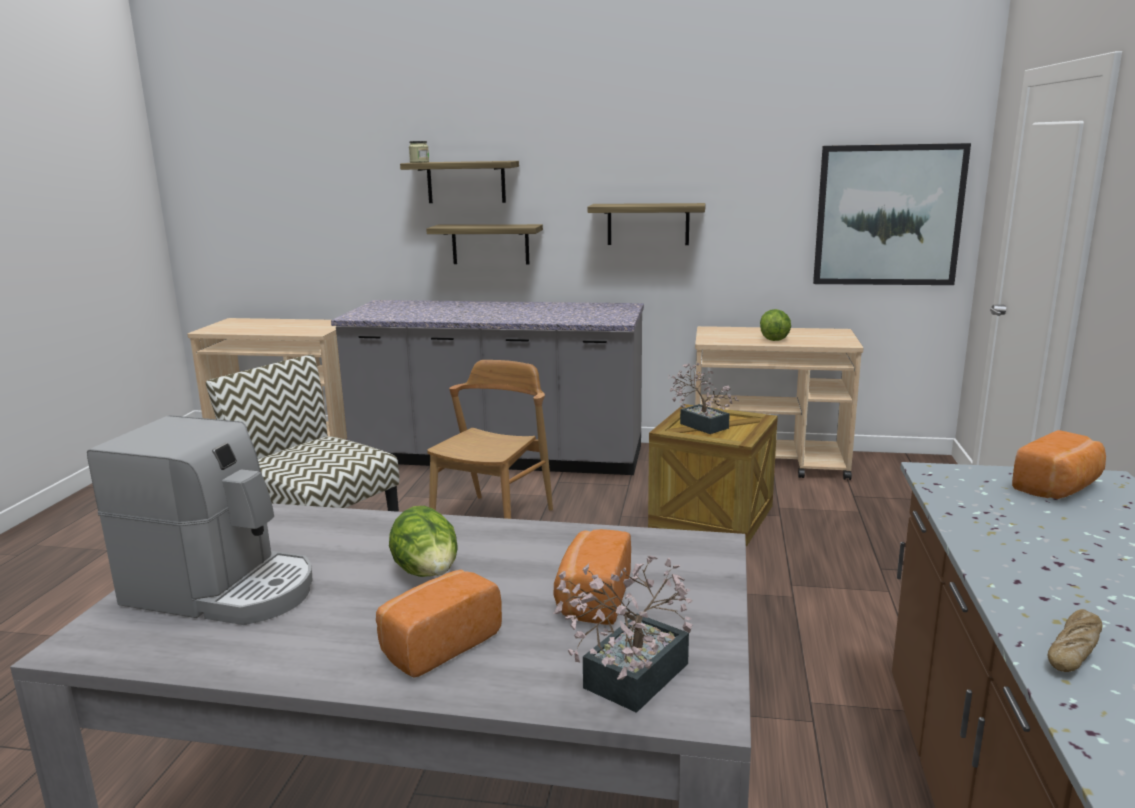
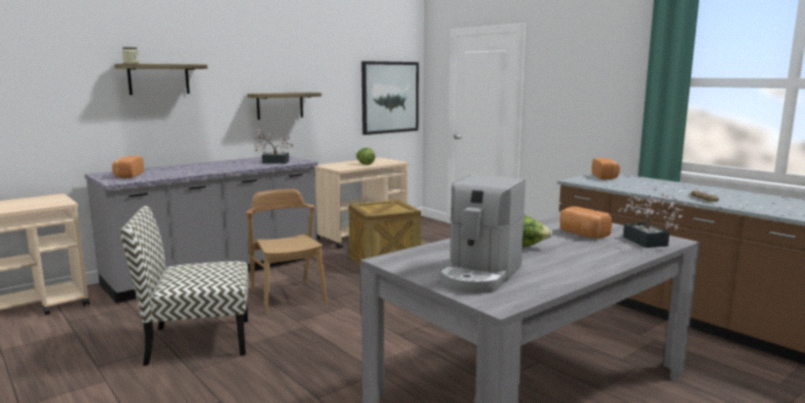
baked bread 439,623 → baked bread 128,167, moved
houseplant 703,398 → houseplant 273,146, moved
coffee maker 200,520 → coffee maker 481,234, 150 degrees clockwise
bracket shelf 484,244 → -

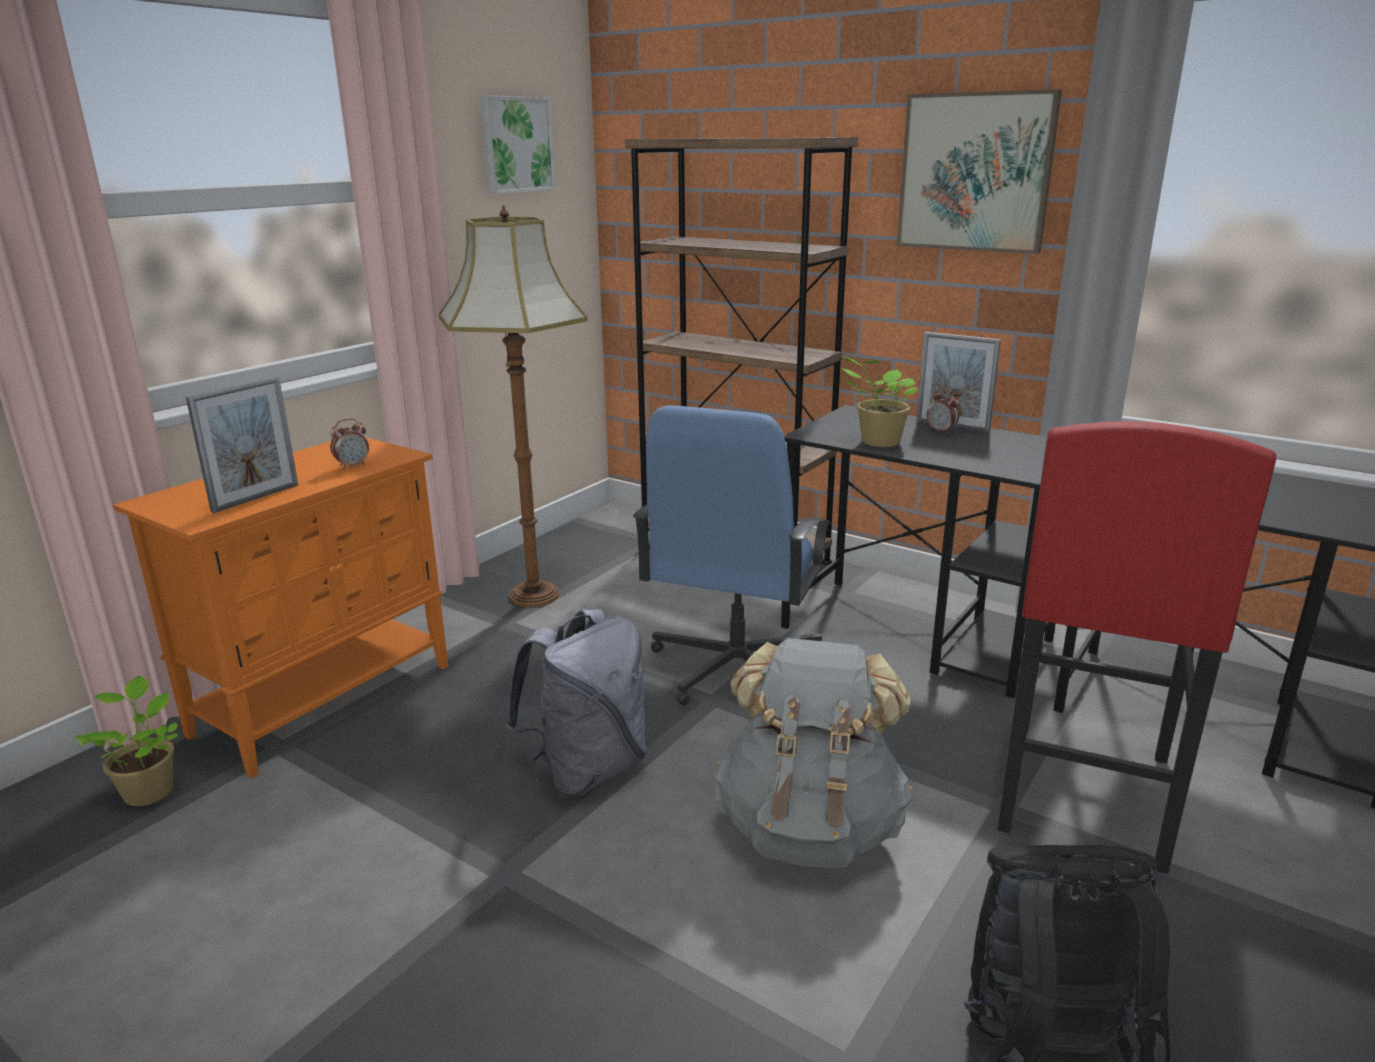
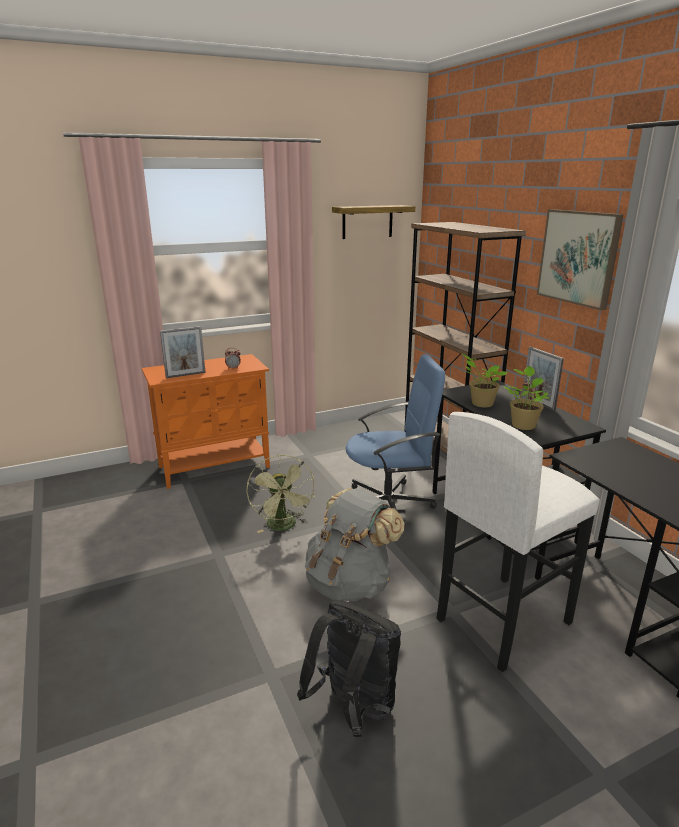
grey knapsack 576,703 → greenish electric fan 280,494
wall picture 517,144 → bracket shelf 373,222
bluish desk chair 732,556 → bluish desk chair 395,432, 150 degrees counterclockwise
reddish stool seat 1137,647 → whitish stool seat 518,542
houseplant 126,740 → houseplant 526,398, moved
floor lamp 513,405 → -

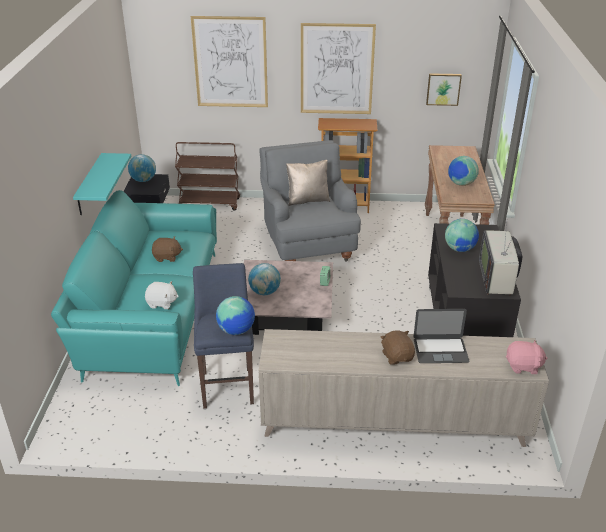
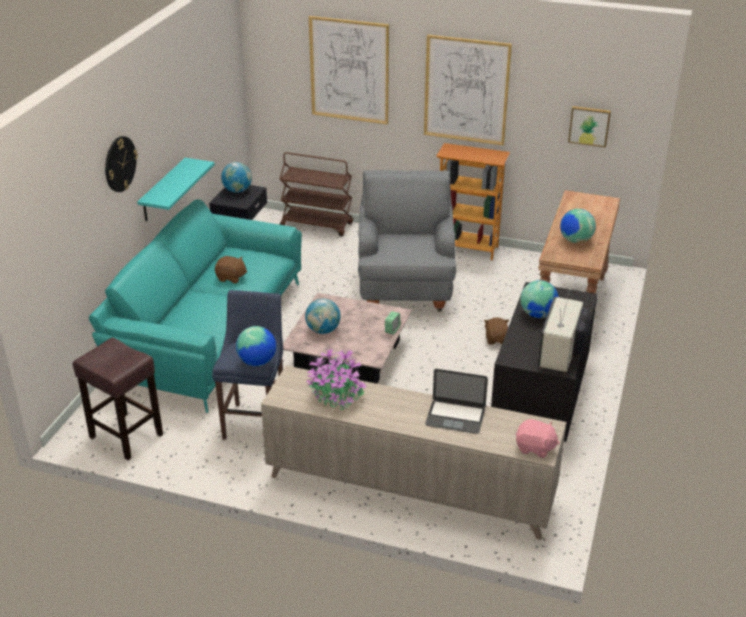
- → brown stool seat 118,398
- → wall clock 121,164
- → houseplant 336,378
brown cuddly toy 398,347 → brown cuddly toy 496,331, moved
whitish cuddly toy 162,295 → -
beige-coloured pillow 308,183 → -

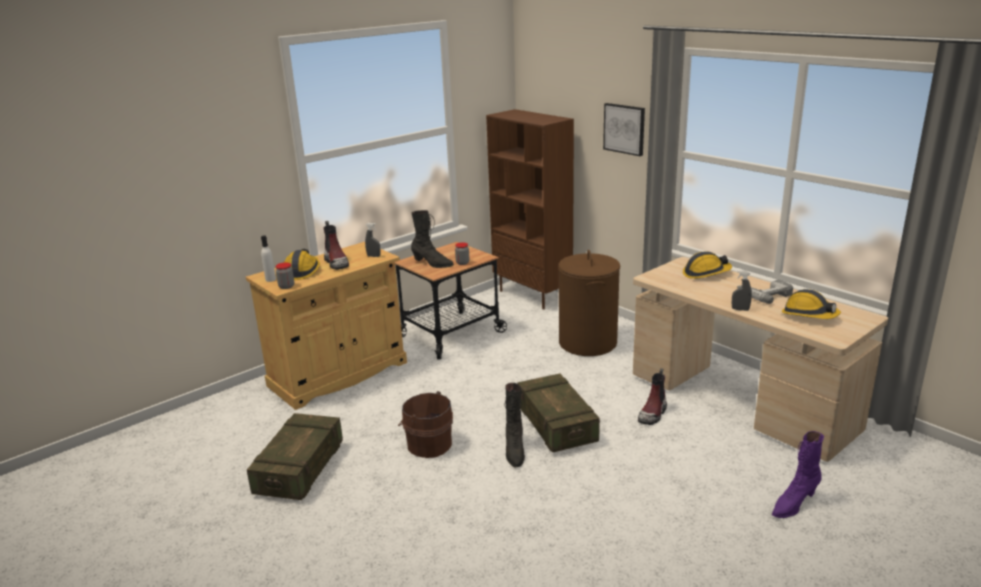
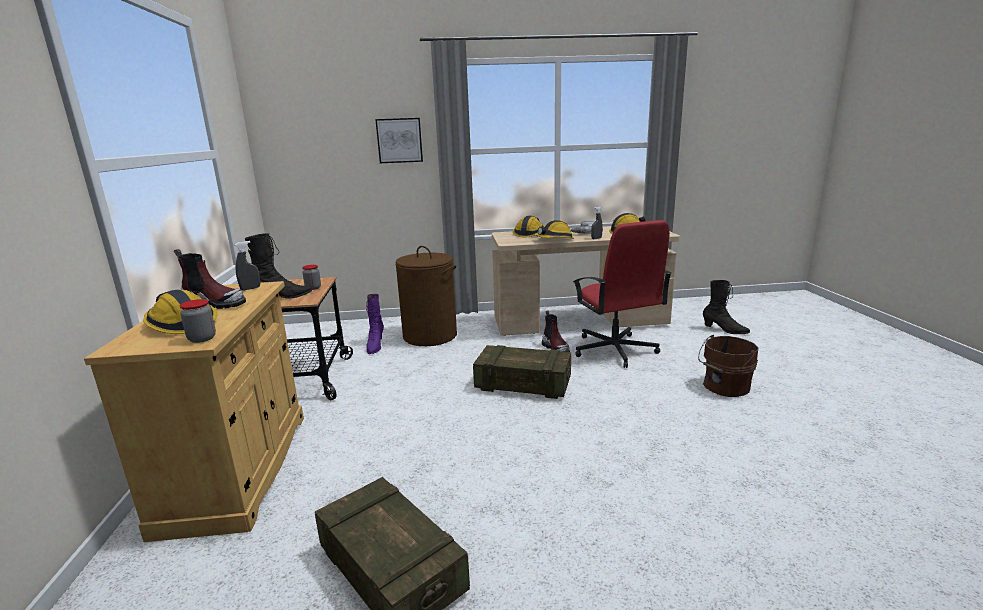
purple boot 798,474 → purple boot 375,324, moved
- → hard hat 554,229
- → reddish desk chair 622,294
brown pail 425,424 → brown pail 728,366, moved
blackish boot 514,425 → blackish boot 726,307, moved
whitish beverage bottle 268,258 → -
brown shelving unit 530,209 → -

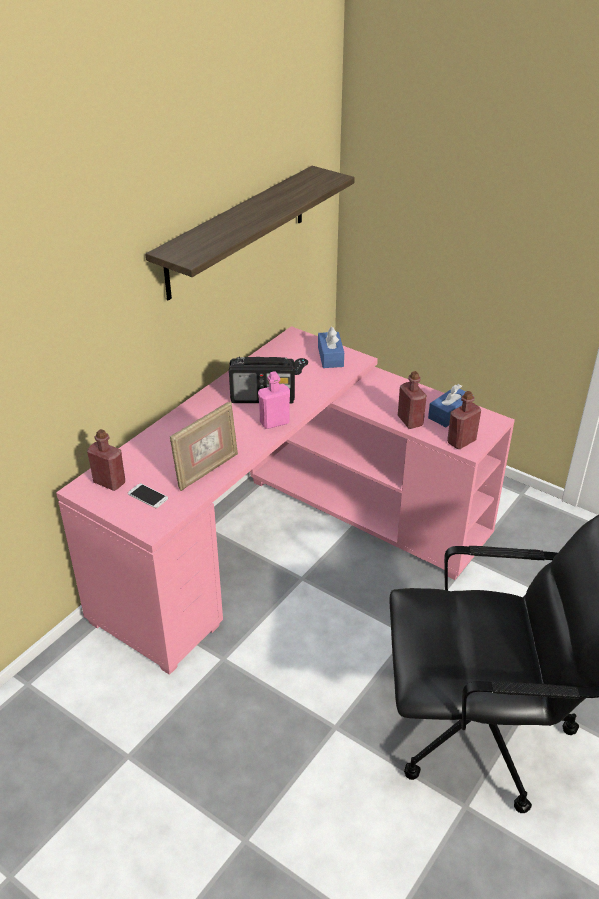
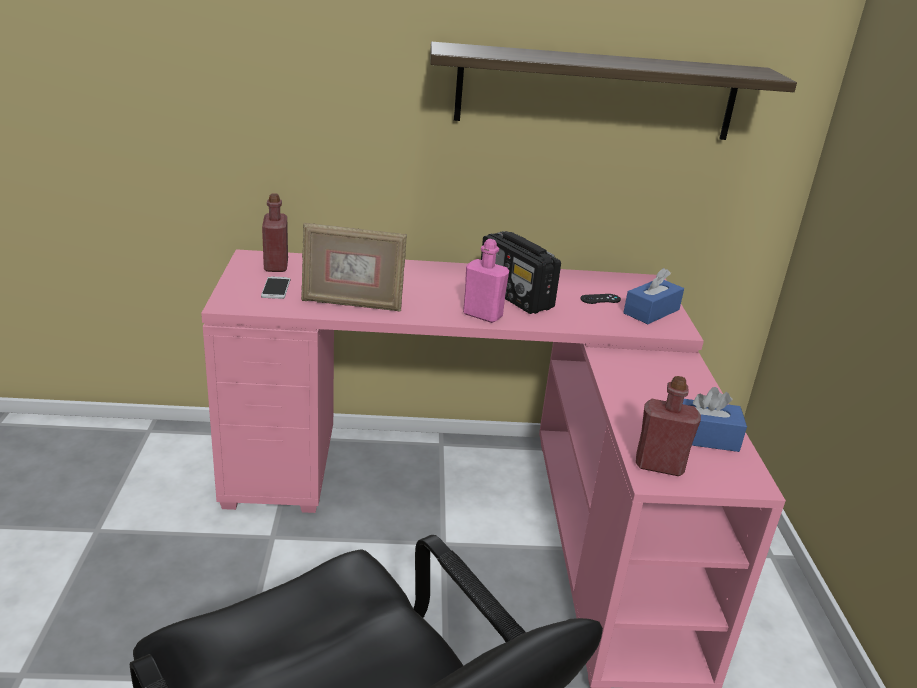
reddish beverage bottle 412,400 → -

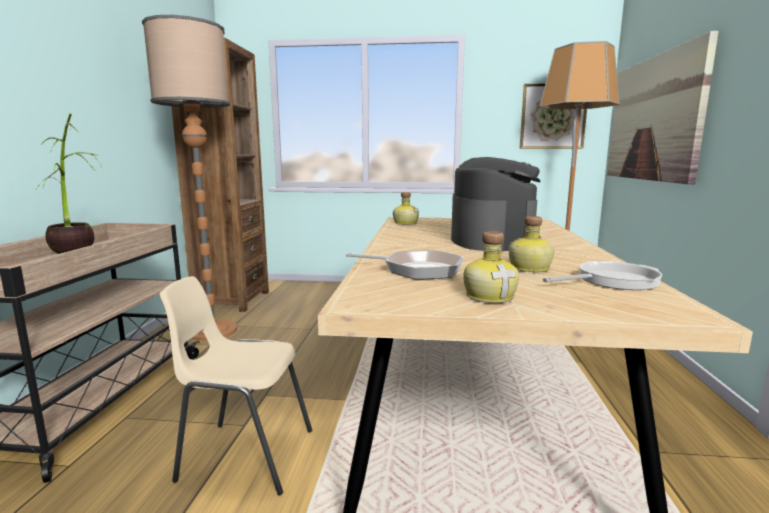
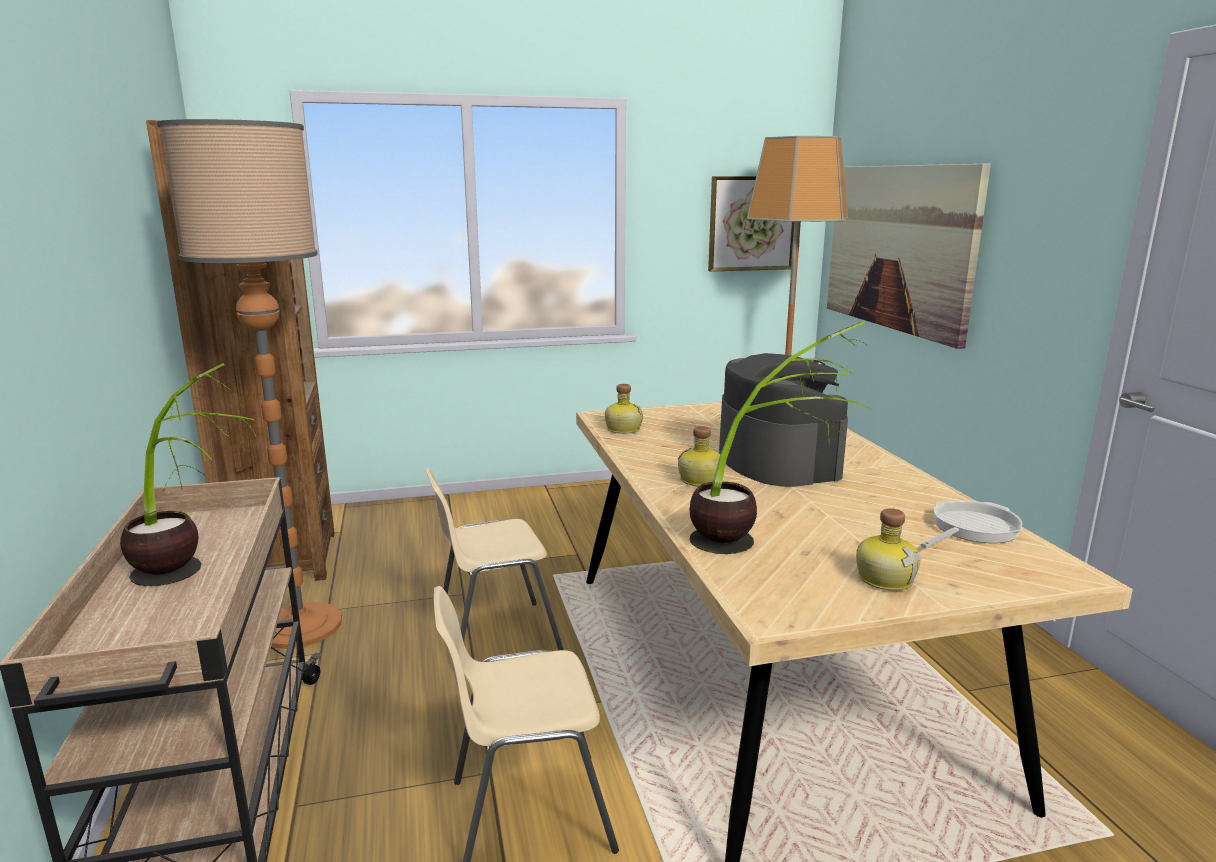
- → beige-coloured upright chair 494,569
beverage bottle 531,244 → beverage bottle 699,456, moved
frying pan 405,265 → houseplant 781,437

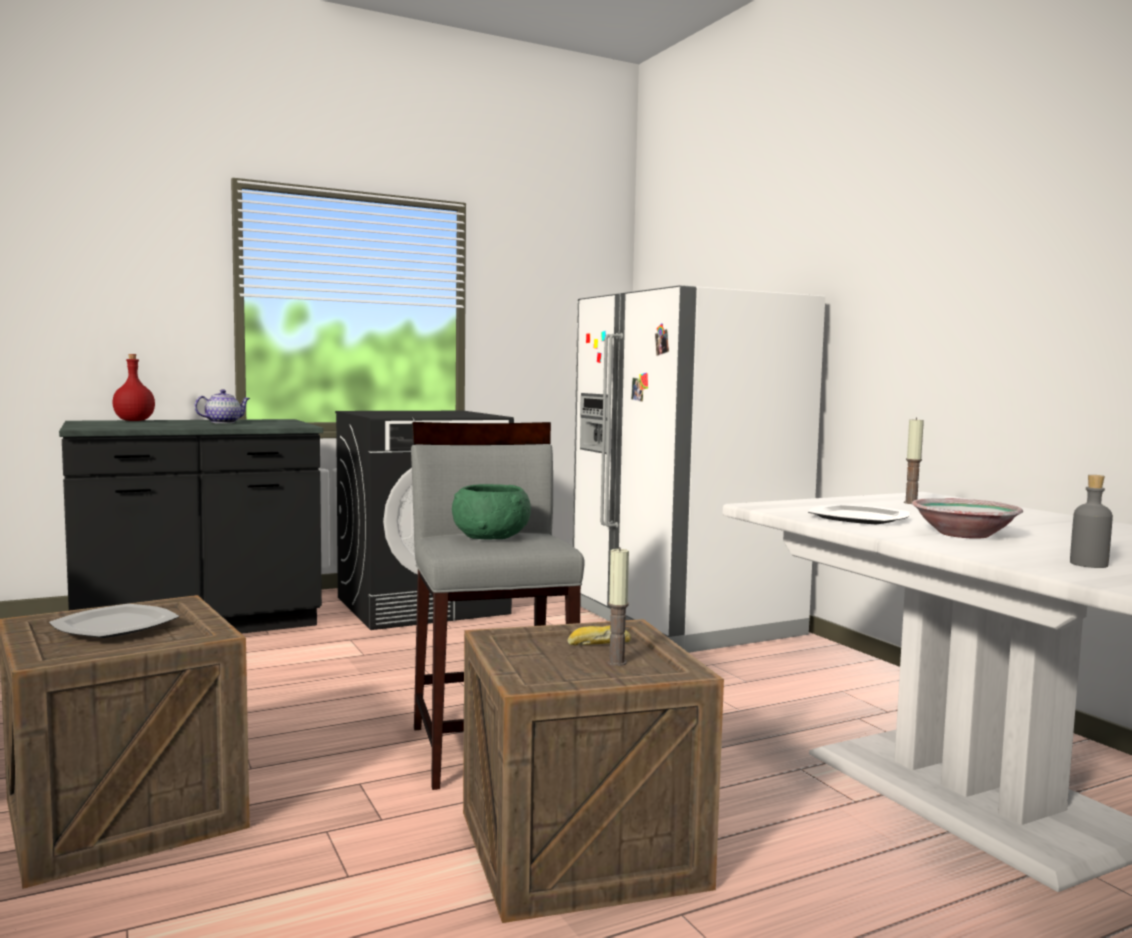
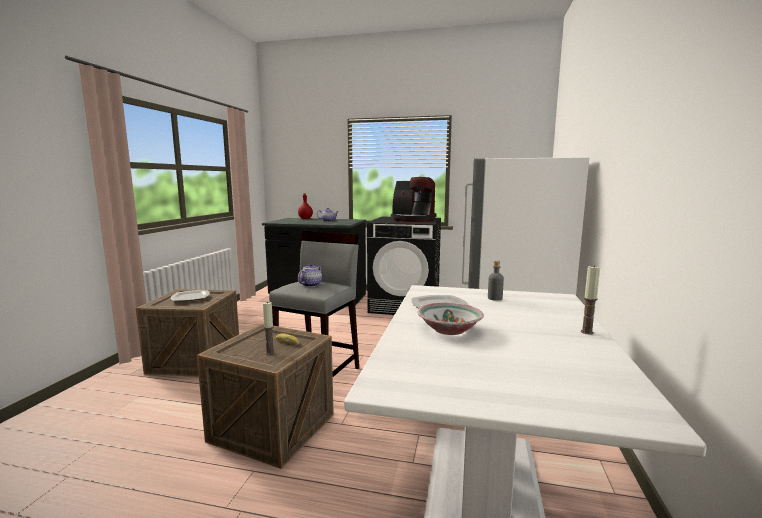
greenish serving bowl 491,511 → pot for tea 310,275
- → coffee maker 414,199
grey beverage bottle 1091,521 → grey beverage bottle 496,280, moved
candle 914,460 → candle 590,300, moved

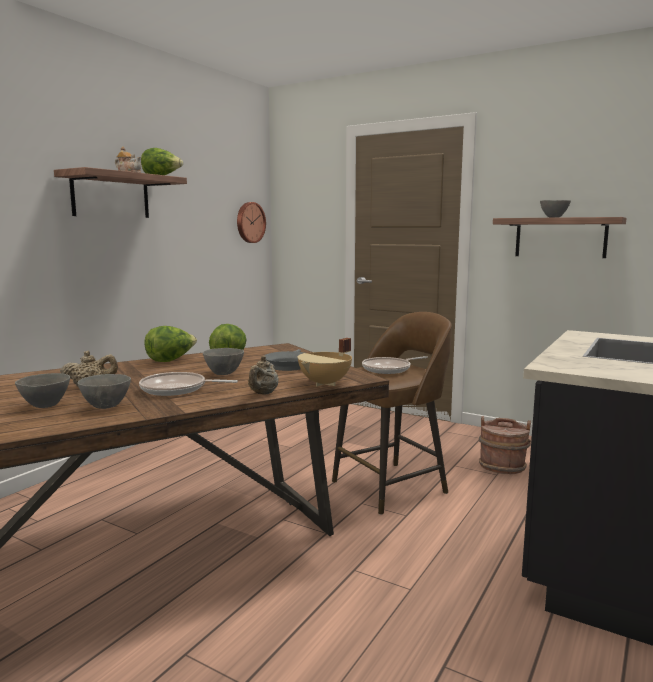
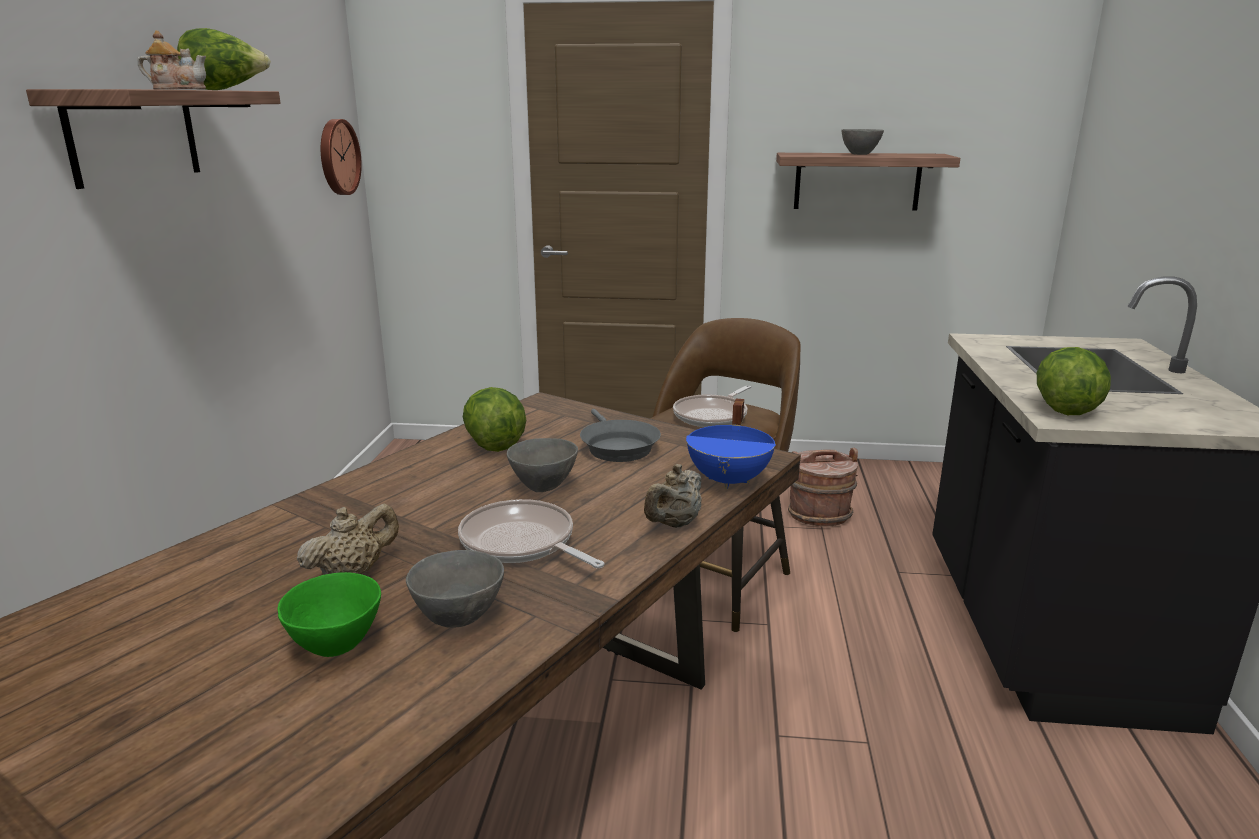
grey serving bowl 42,390 → greenish serving bowl 329,614
frying pan 188,384 → frying pan 531,533, 60 degrees clockwise
beige-coloured pot for tea 263,375 → beige-coloured pot for tea 673,496, 45 degrees clockwise
beige-coloured saucepot 325,362 → bluish saucepot 731,443
head of lettuce 170,344 → head of lettuce 1074,381, moved

